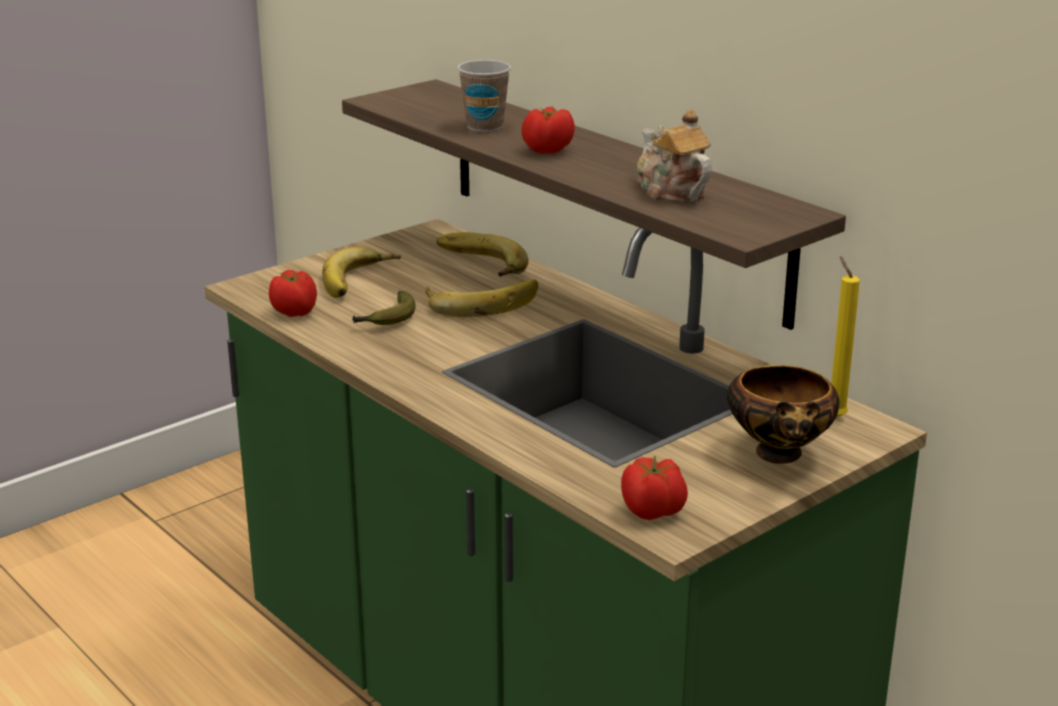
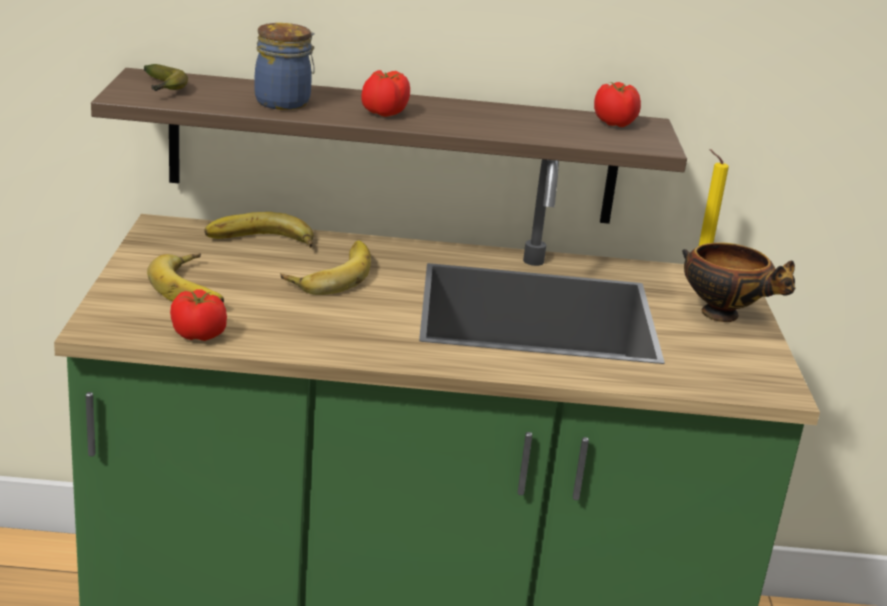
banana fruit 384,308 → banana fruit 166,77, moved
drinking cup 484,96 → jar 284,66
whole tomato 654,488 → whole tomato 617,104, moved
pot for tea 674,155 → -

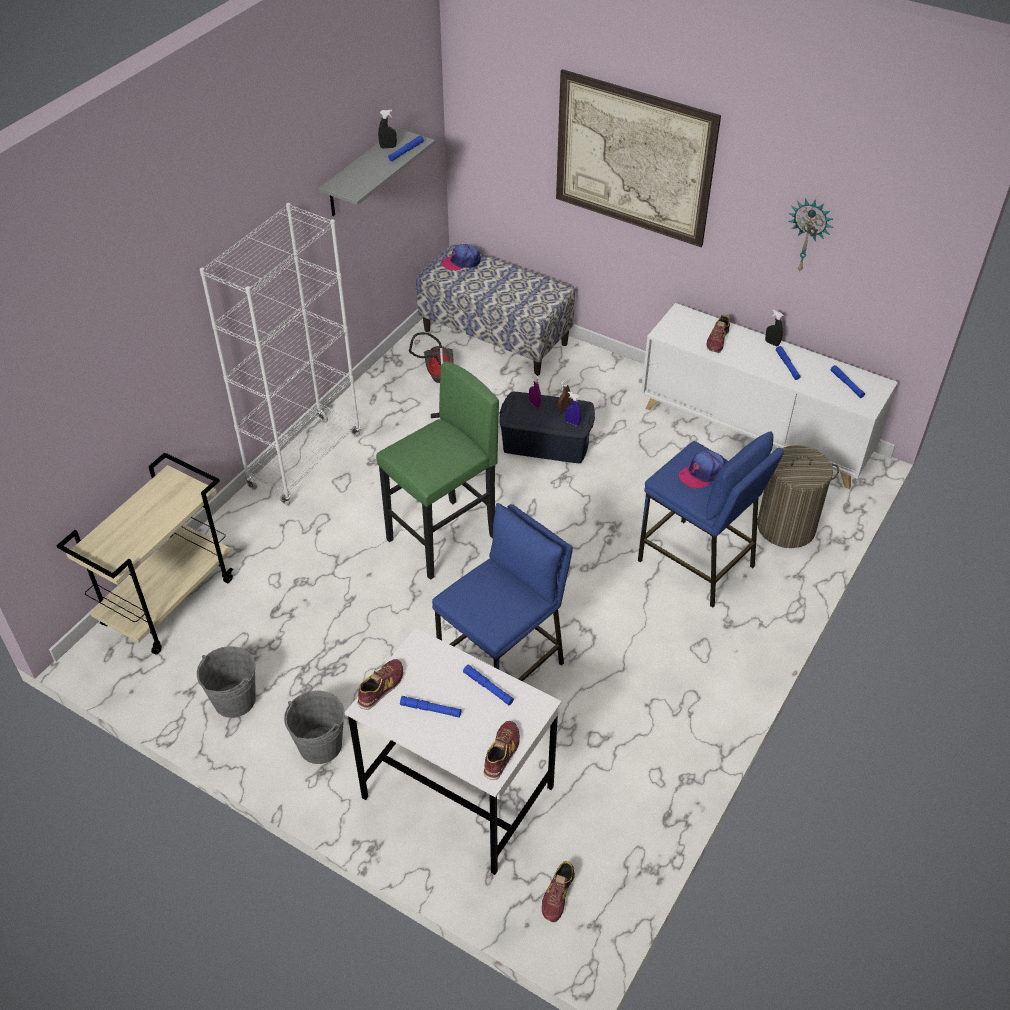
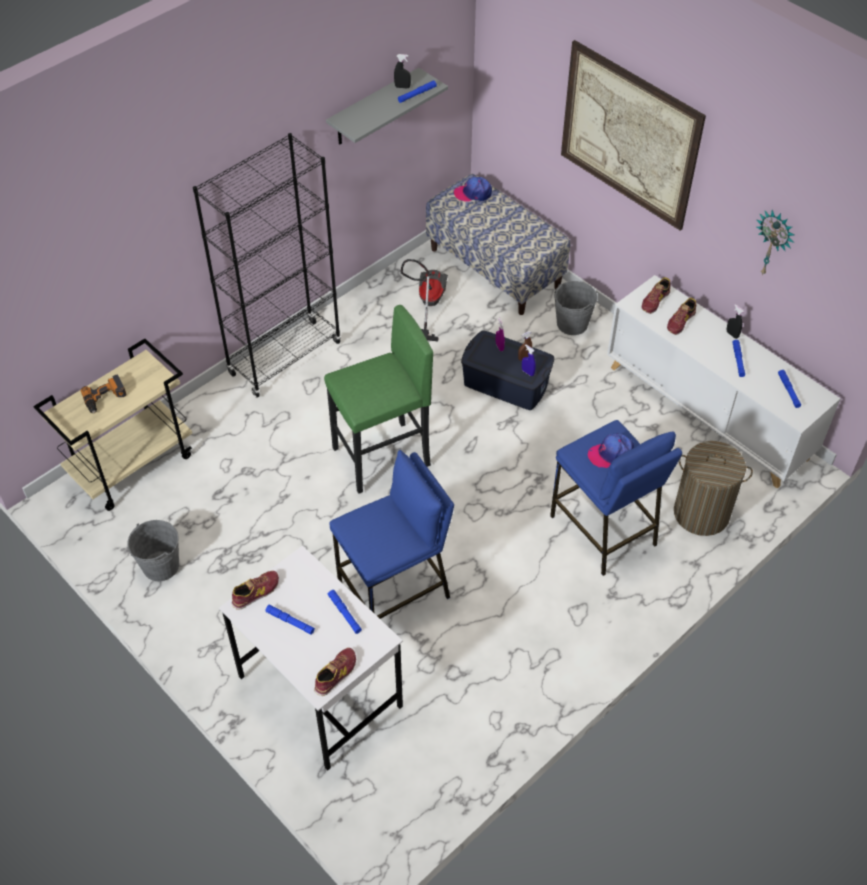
- → power drill 104,394
whitish shelving unit 280,354 → blackish shelving unit 267,265
grey pail 314,727 → grey pail 576,308, moved
shoe 558,891 → shoe 656,295, moved

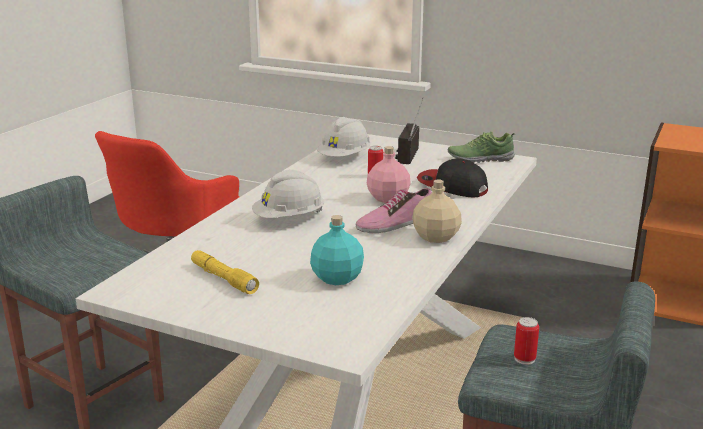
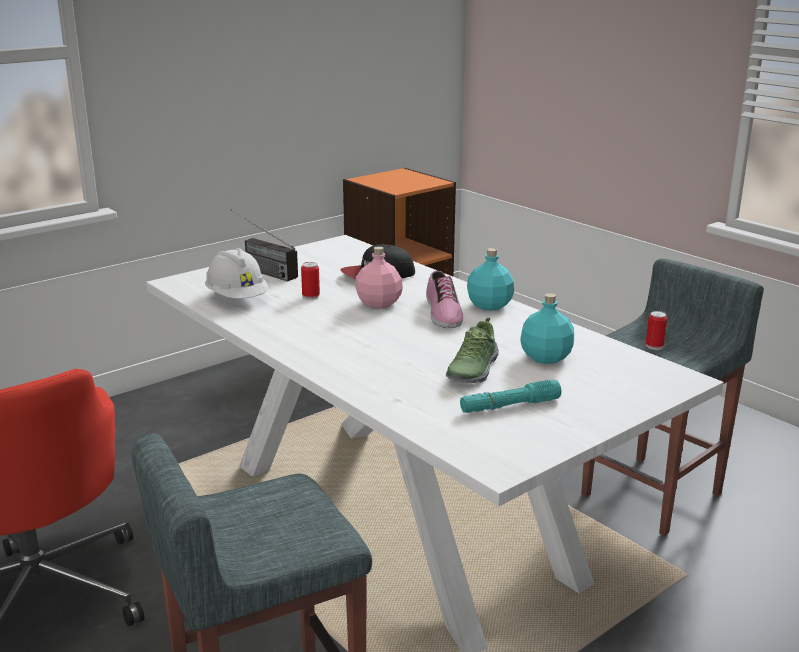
shoe 481,147 → shoe 472,350, moved
yellow-coloured flashlight 225,272 → turquoise flashlight 510,396
beige-coloured beverage bottle 437,211 → turquoise beverage bottle 490,279
whitish hard hat 288,194 → -

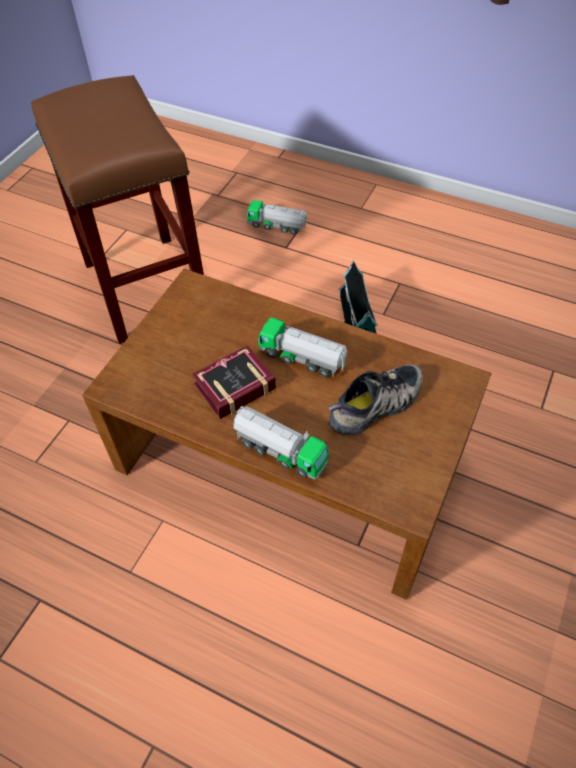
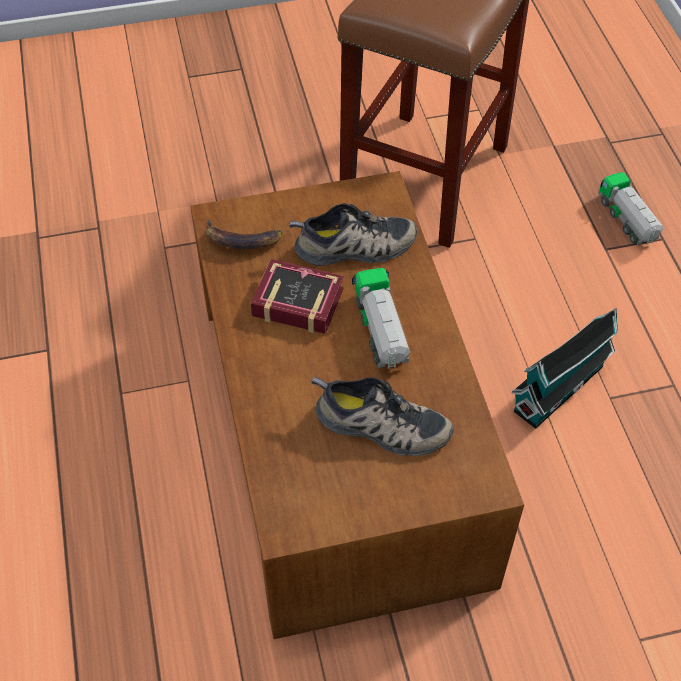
- → banana fruit 244,234
- → shoe 353,234
toy lorry 281,443 → -

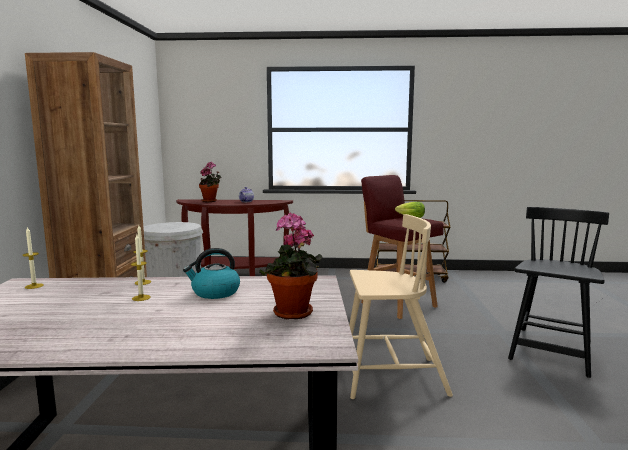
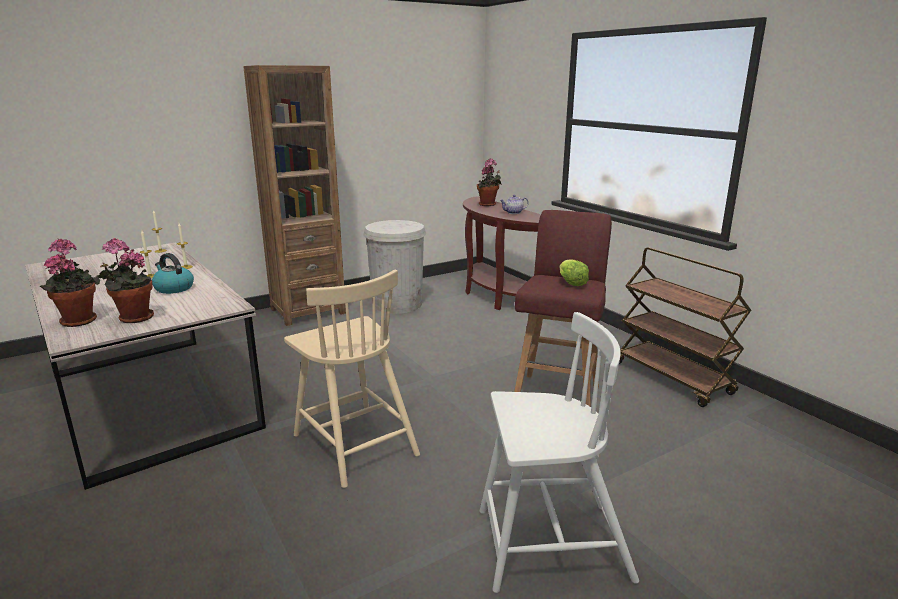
- → houseplant 70,282
blackish upright chair 558,292 → whitish upright chair 559,452

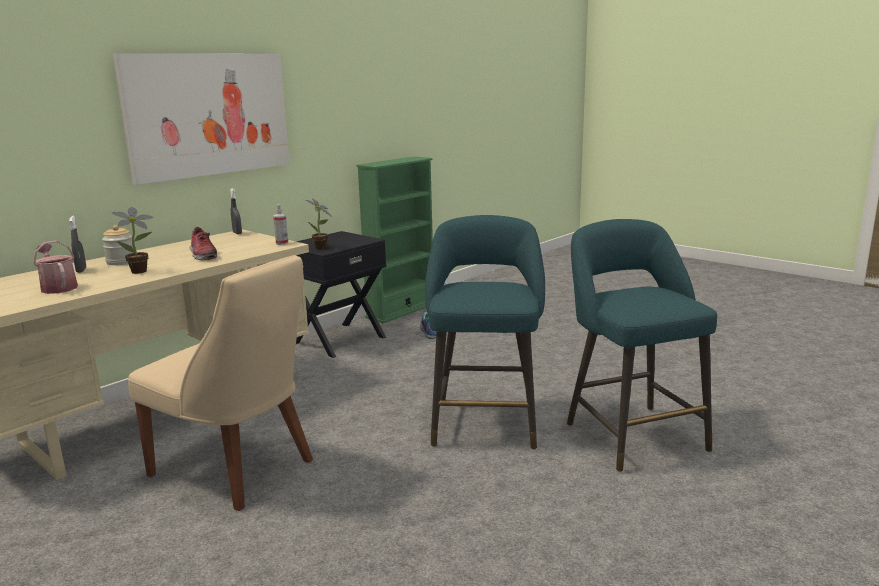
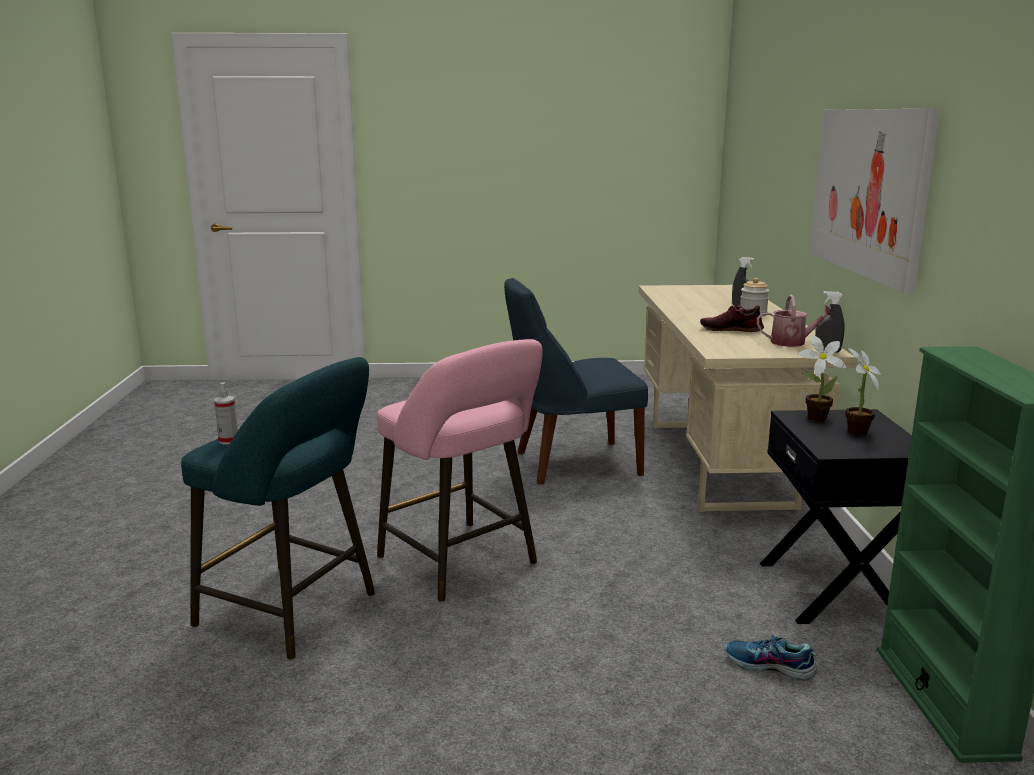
sprayer 280,224 → sprayer 226,413, moved
turquoise stool seat 485,332 → pinkish stool seat 460,470
beige-coloured upright chair 220,383 → bluish upright chair 576,381
watering can 55,267 → watering can 794,320, moved
houseplant 132,240 → houseplant 863,392, moved

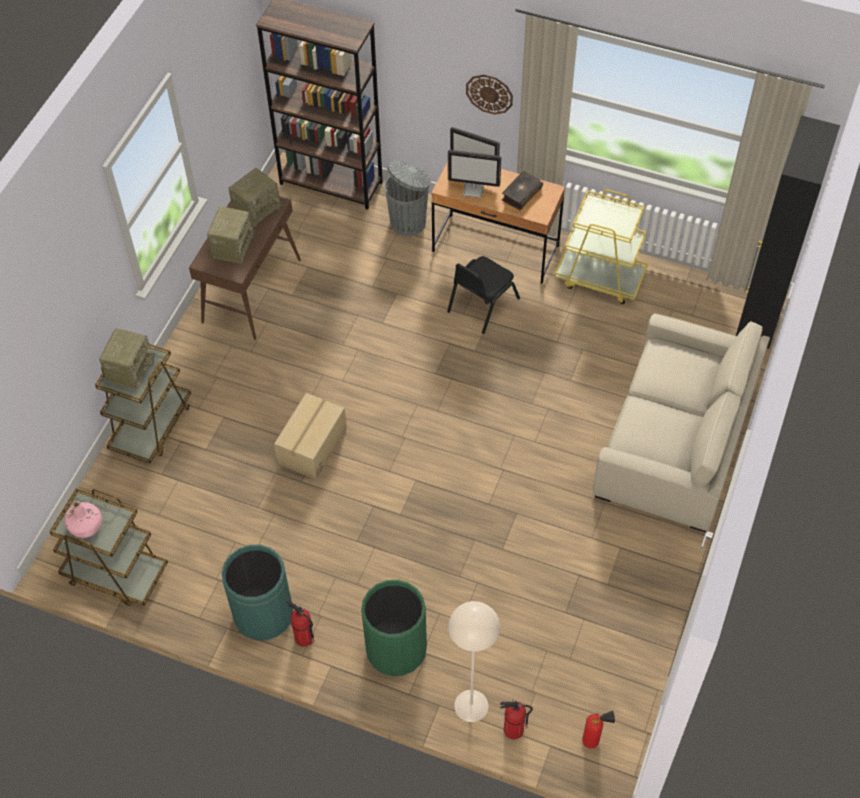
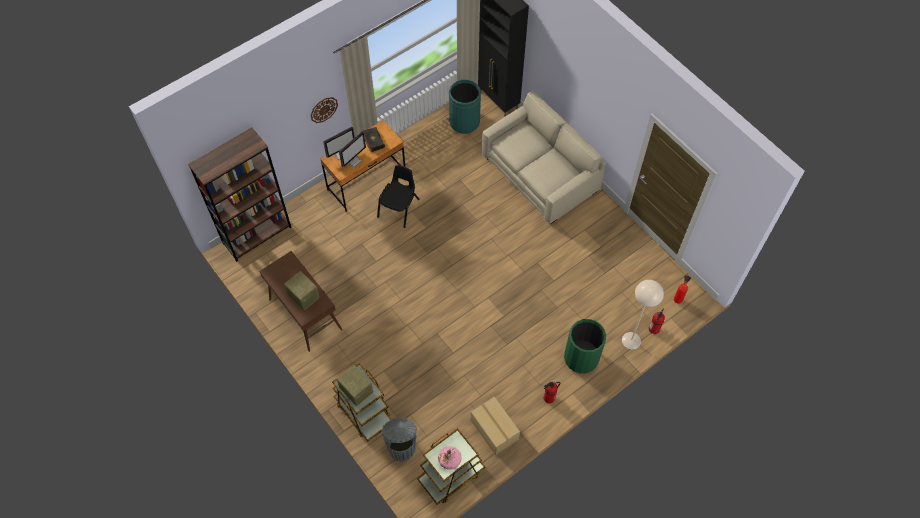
blackish upright chair 483,295 → blackish upright chair 398,196, 135 degrees counterclockwise
grey trash can 408,198 → grey trash can 399,439, moved
greenish trash can 257,592 → greenish trash can 465,107, moved
cardboard box 310,436 → cardboard box 495,426, moved
radio receiver 255,198 → -
yellow-coloured cart 601,247 → -

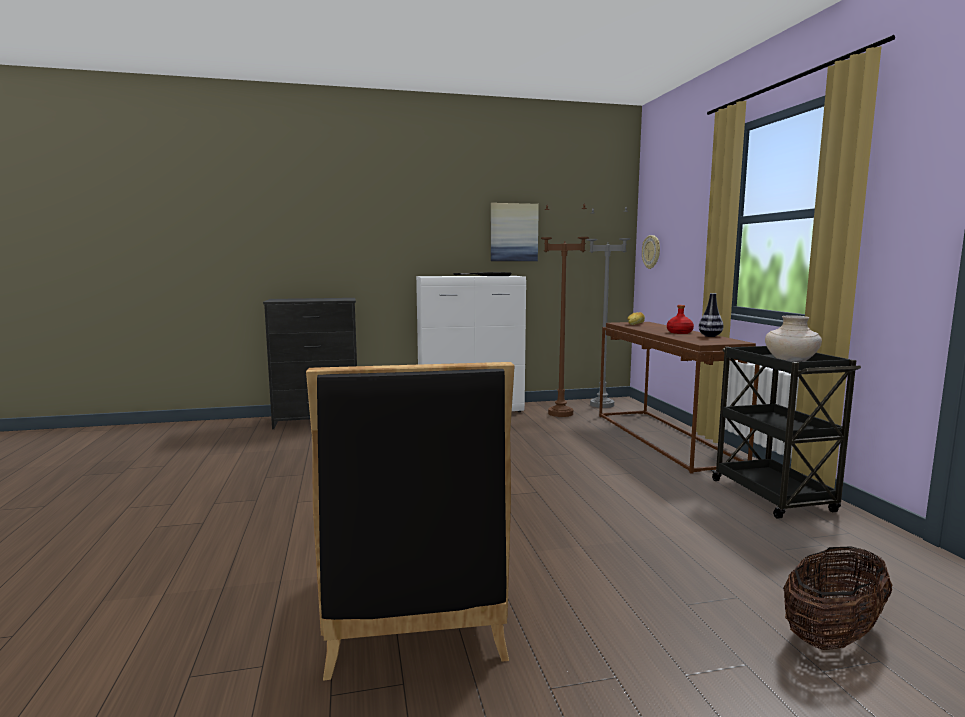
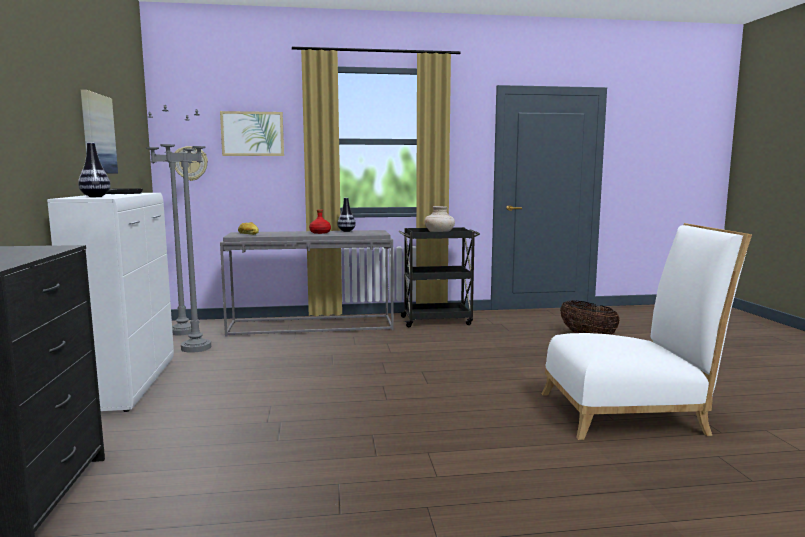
- → vase 94,170
brown floor lamp 565,310 → grey floor lamp 185,229
- → wall picture 252,133
brown console table 679,398 → grey console table 307,283
blackish upright chair 410,521 → whitish upright chair 647,331

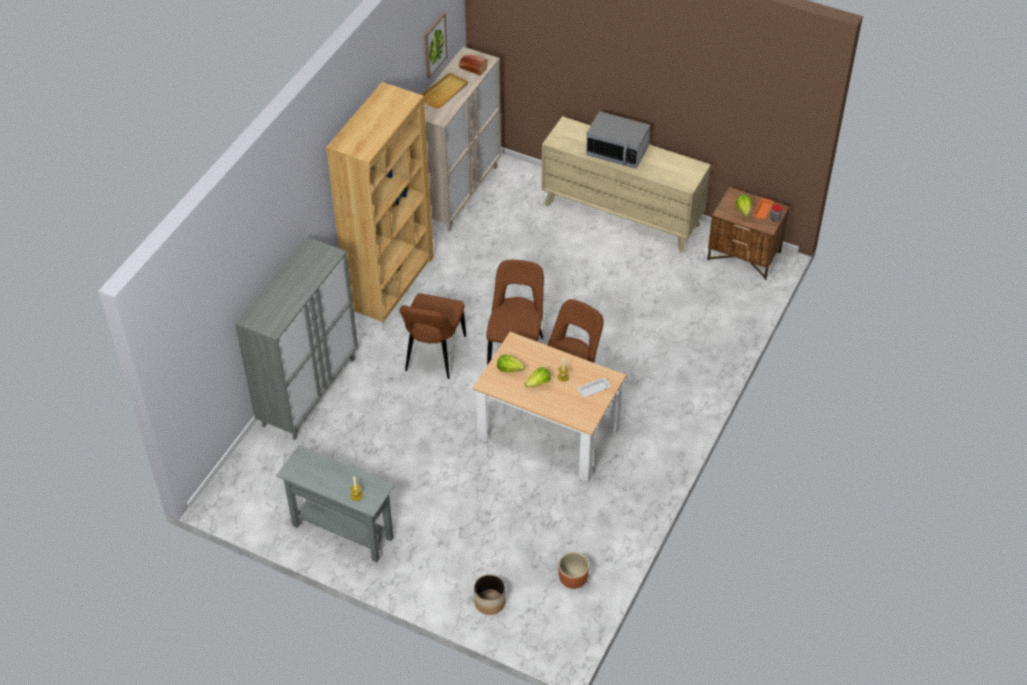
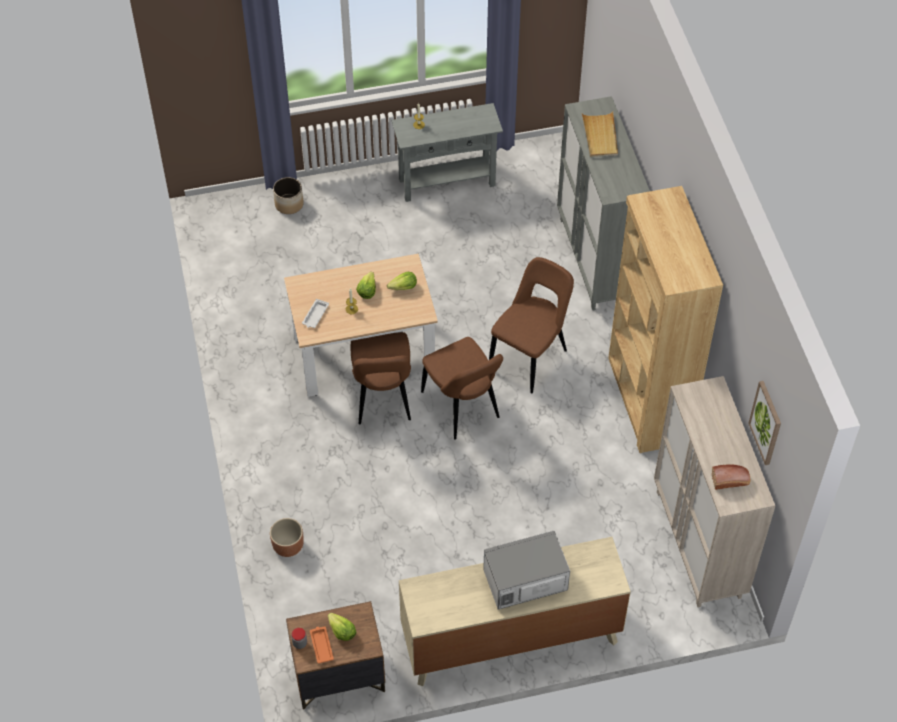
brown flower pot 573,570 → brown flower pot 287,537, moved
brown upright chair 433,336 → brown upright chair 531,325, 60 degrees clockwise
beige-coloured serving tray 445,91 → beige-coloured serving tray 600,134, moved

